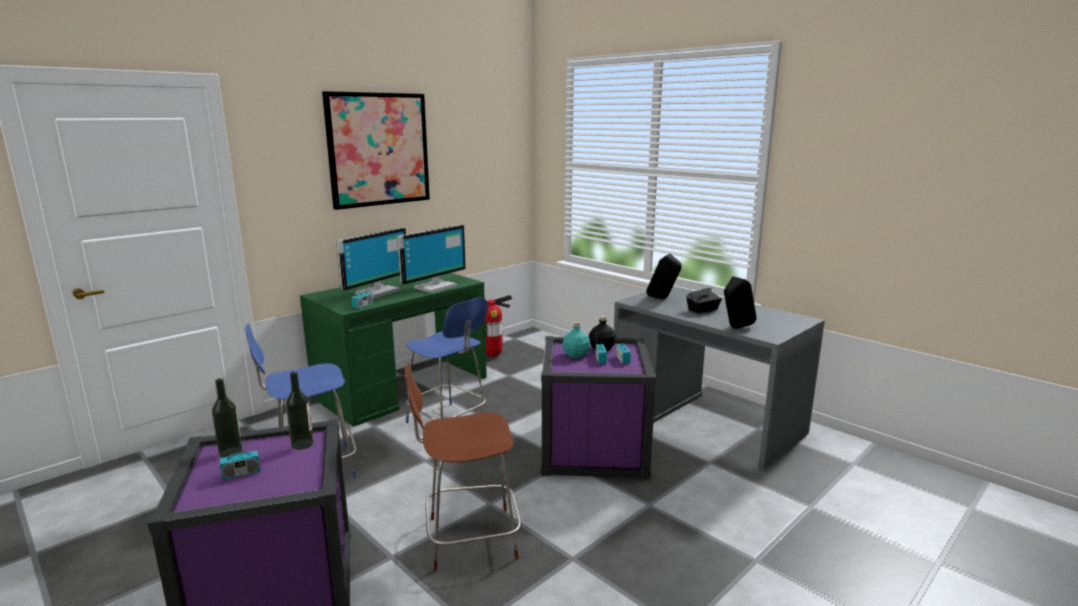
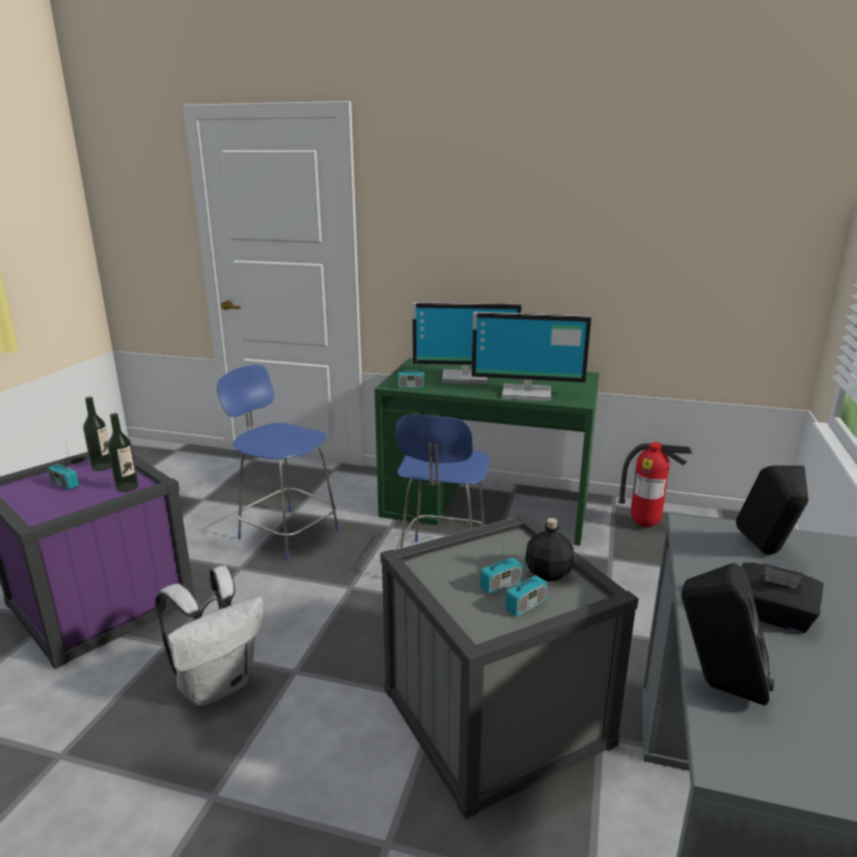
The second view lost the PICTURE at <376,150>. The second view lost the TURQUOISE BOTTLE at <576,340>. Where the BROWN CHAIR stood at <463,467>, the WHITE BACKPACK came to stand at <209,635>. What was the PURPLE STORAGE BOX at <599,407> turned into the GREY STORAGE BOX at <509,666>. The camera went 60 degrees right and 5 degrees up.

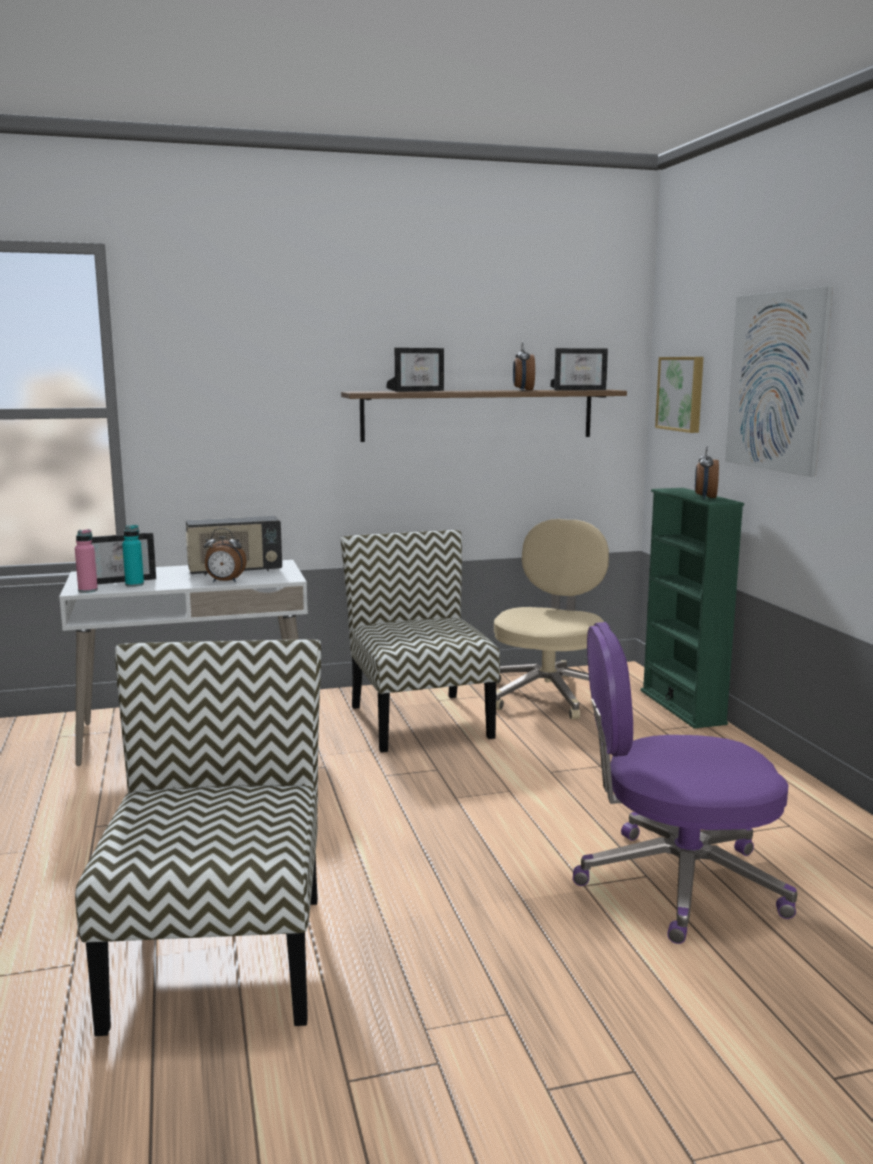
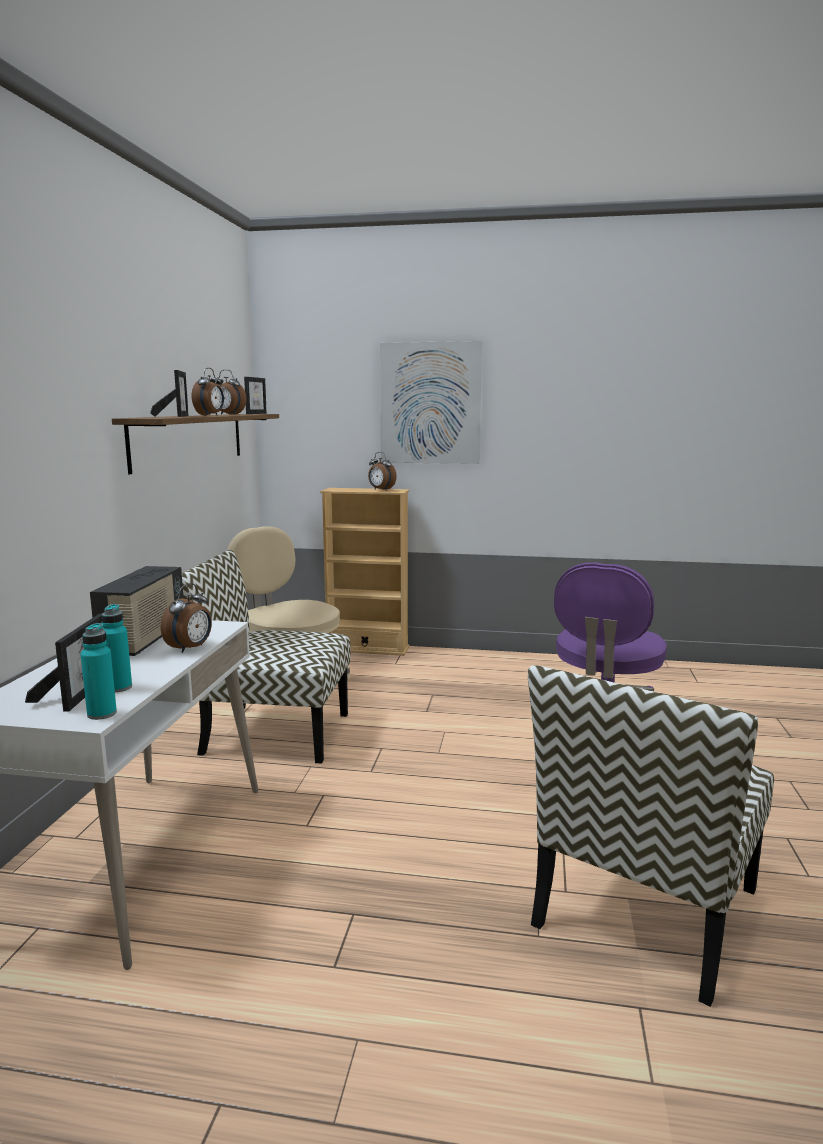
The second view lost the PICTURE at <679,395>. The second view gained the ALARM CLOCK at <208,392>. What was the PINK BOTTLE at <86,561> turned into the TURQUOISE BOTTLE at <98,671>. What was the GREEN BOOKCASE at <692,608> turned into the BEIGE BOOKCASE at <364,572>. The CHAIR at <198,837> ended up facing another way, 75 degrees counterclockwise from before. The camera went 65 degrees left and 0 degrees up.

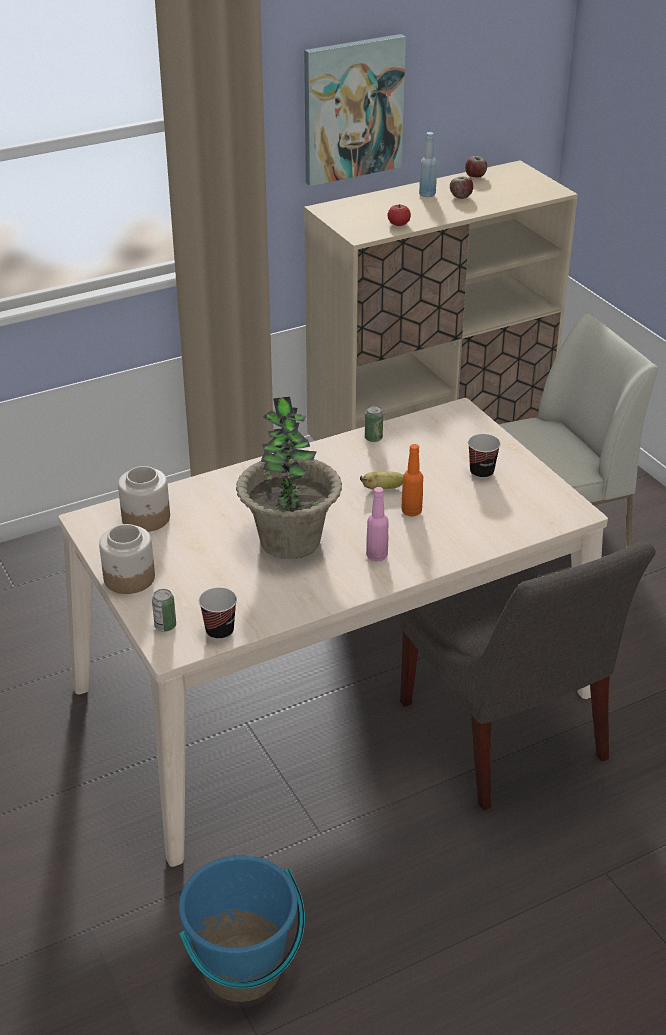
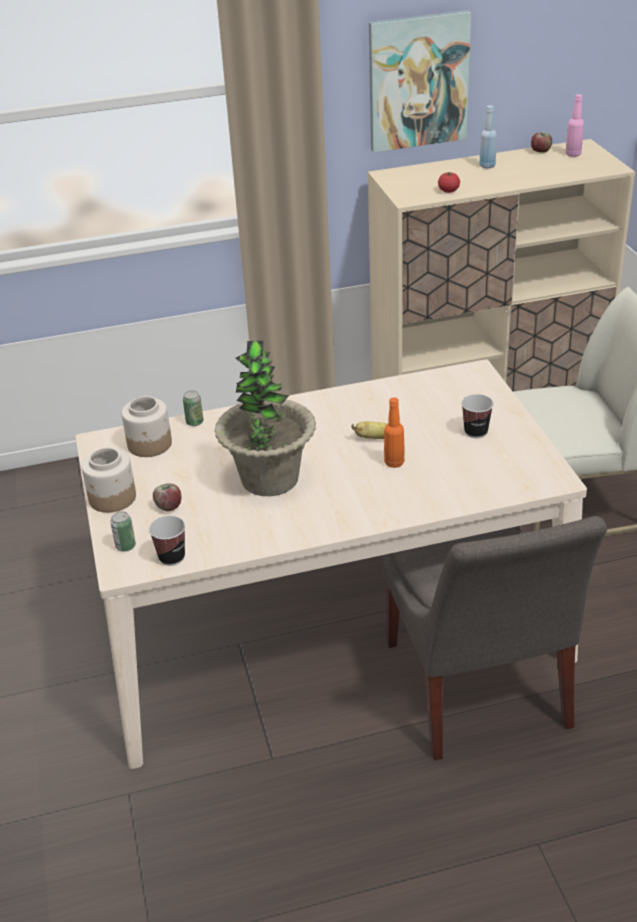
The second view lost the BLUE BUCKET at <242,928>. The CAN ended up elsewhere, having gone from <374,424> to <193,408>. The PINK BOTTLE ended up elsewhere, having gone from <377,524> to <574,125>. The APPLE ended up elsewhere, having gone from <461,188> to <167,497>. The camera went 15 degrees right and 0 degrees up.

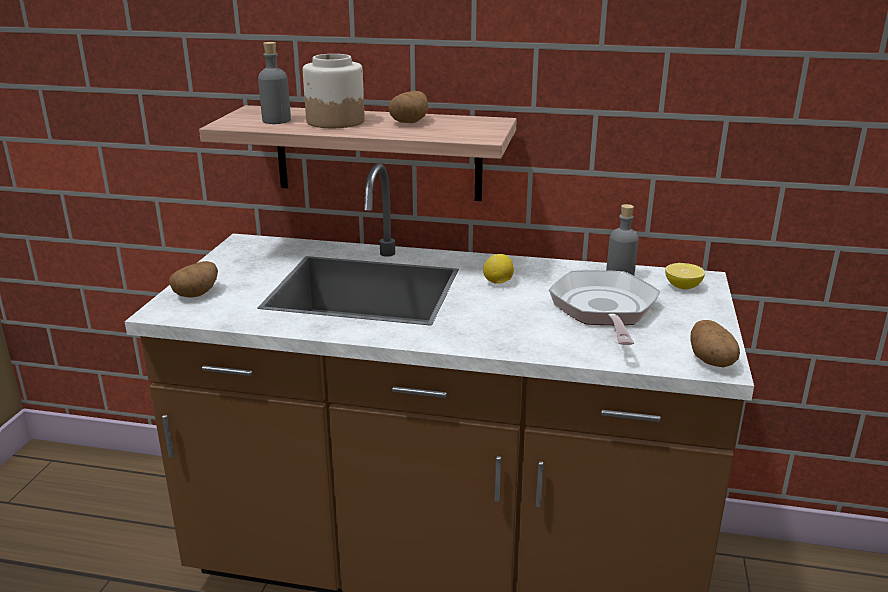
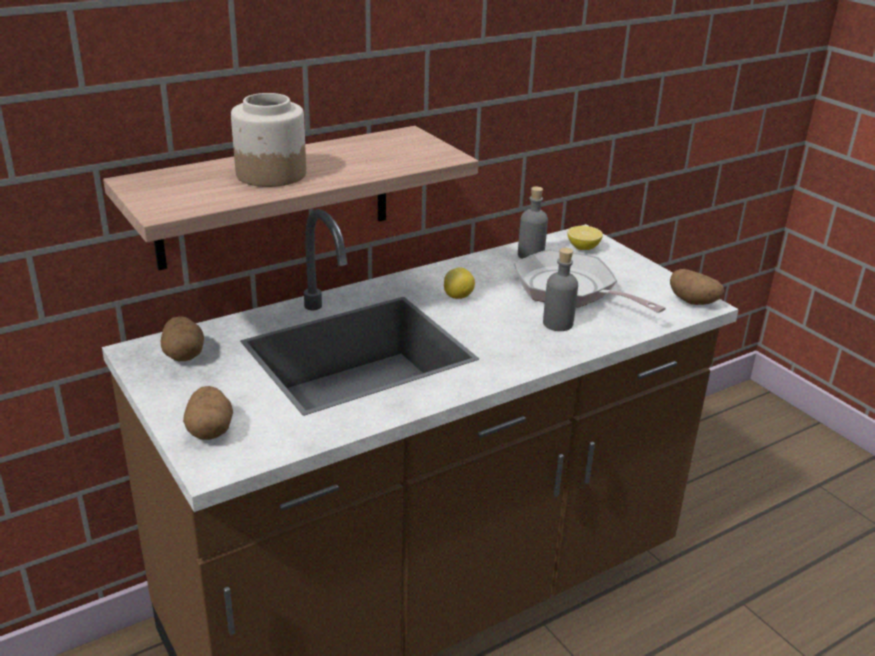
The GREY BOTTLE ended up elsewhere, having gone from <274,83> to <560,289>. The POTATO ended up elsewhere, having gone from <408,107> to <182,338>. The camera went 45 degrees left and 5 degrees up.

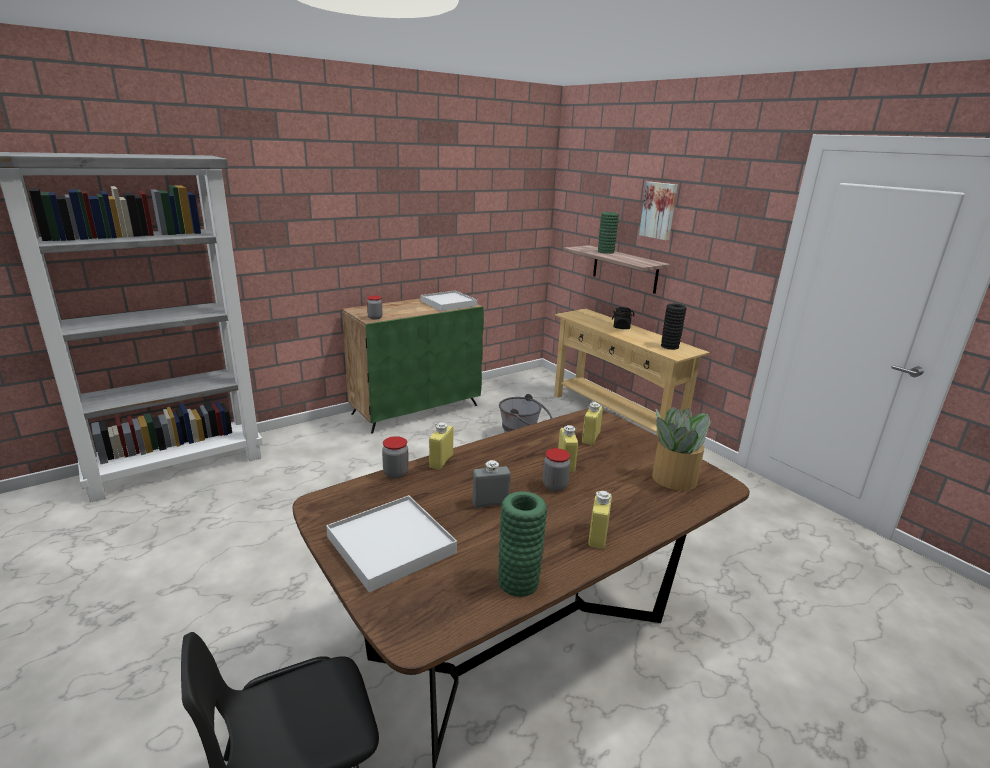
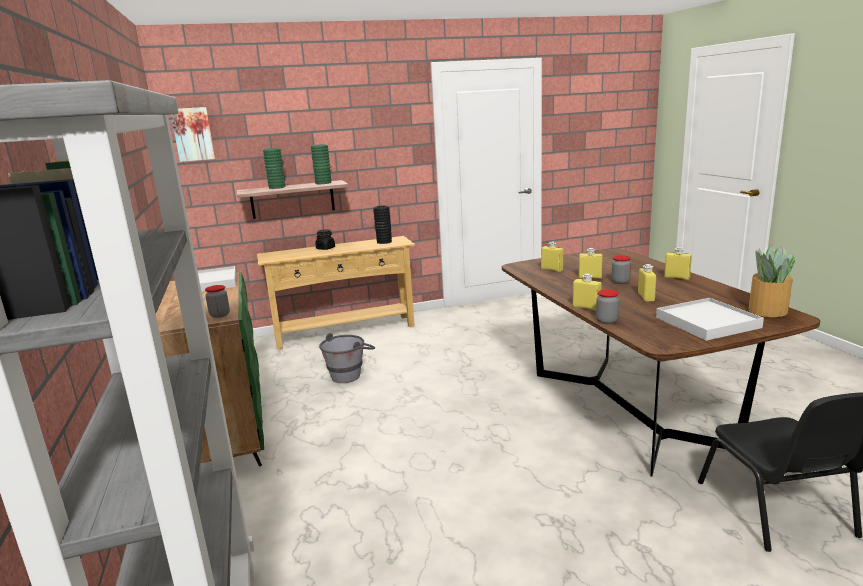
The GREEN VASE ended up elsewhere, having gone from <522,544> to <321,164>. The PICTURE ended up elsewhere, having gone from <658,211> to <193,134>. The POTTED PLANT ended up elsewhere, having gone from <682,448> to <772,281>. What was the GREY BOTTLE at <491,484> turned into the YELLOW BOTTLE at <647,282>. The camera went 70 degrees left and 5 degrees down.

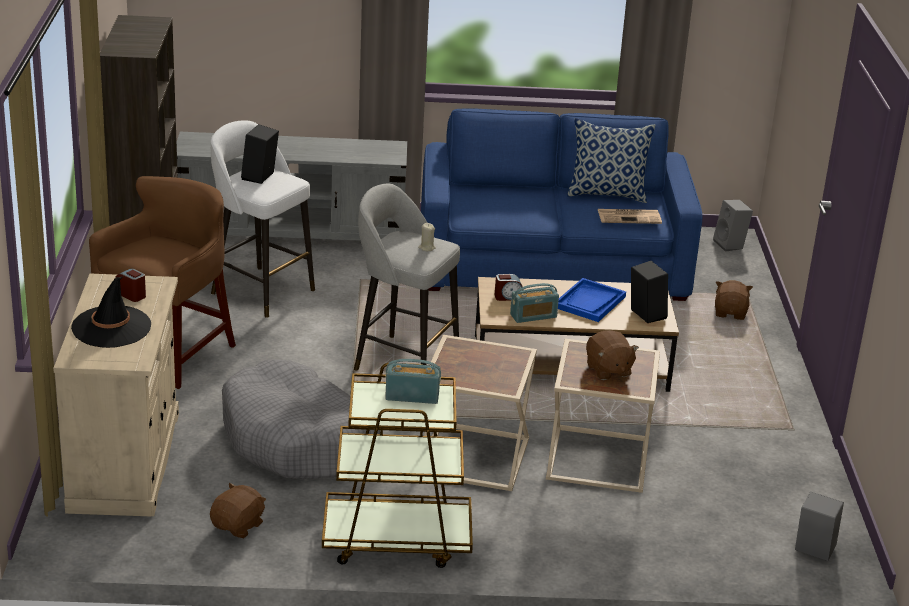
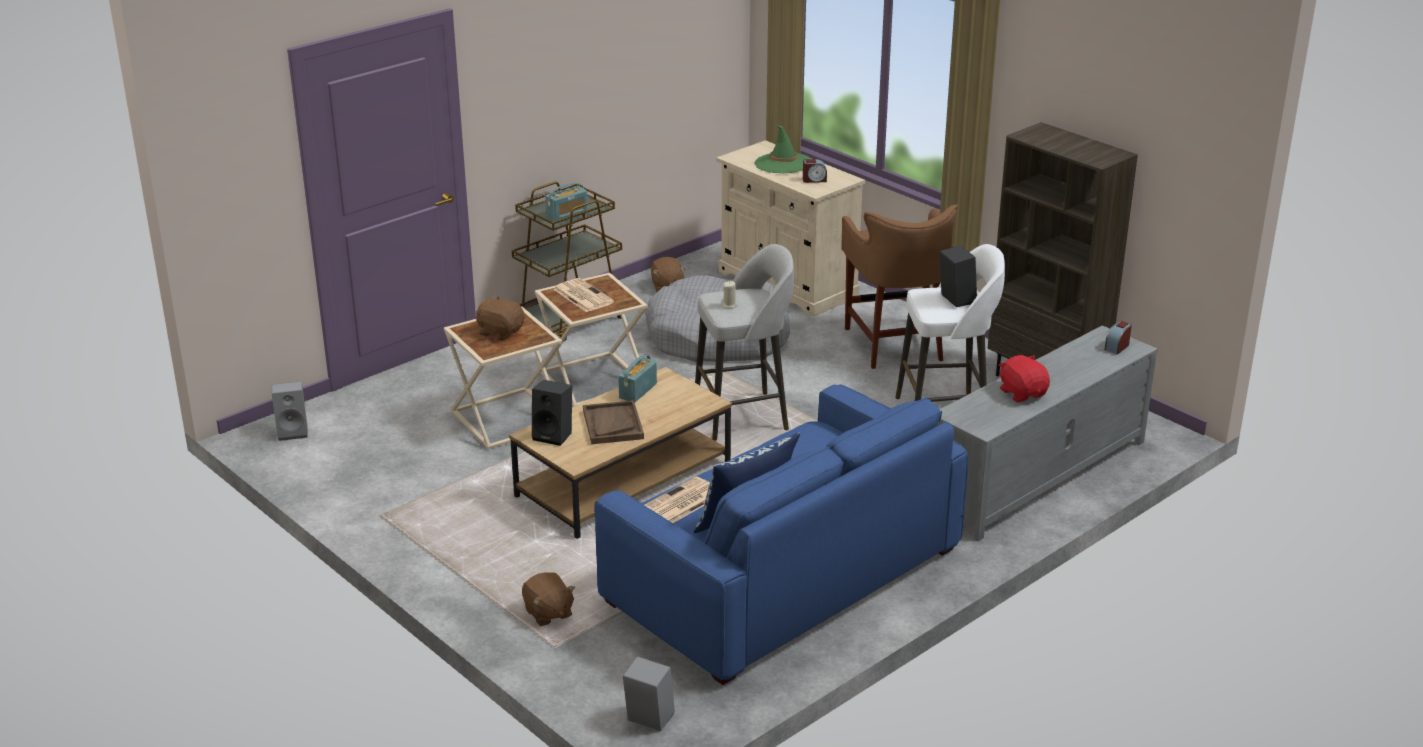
The second view gained the NEWSPAPER at <583,295>. The second view gained the RED PLUSH TOY at <1024,378>. The ALARM CLOCK ended up elsewhere, having gone from <508,287> to <1118,338>. What was the BLACK HAT at <111,312> turned into the GREEN HAT at <782,149>. What was the BLUE TRAY at <592,300> turned into the BROWN TRAY at <613,422>. The camera went 140 degrees right and 0 degrees up.

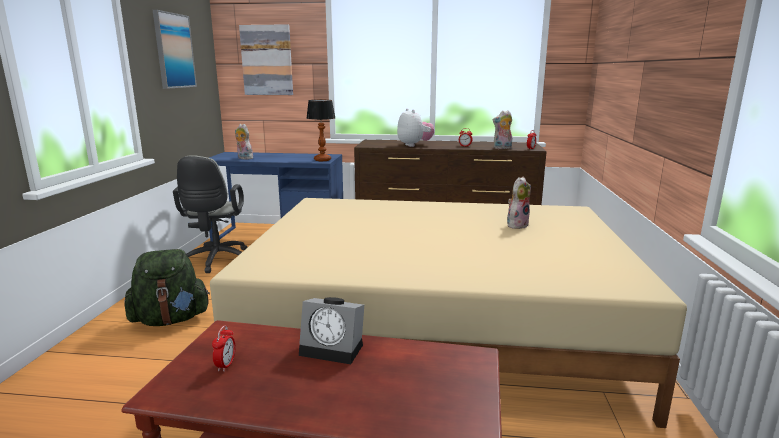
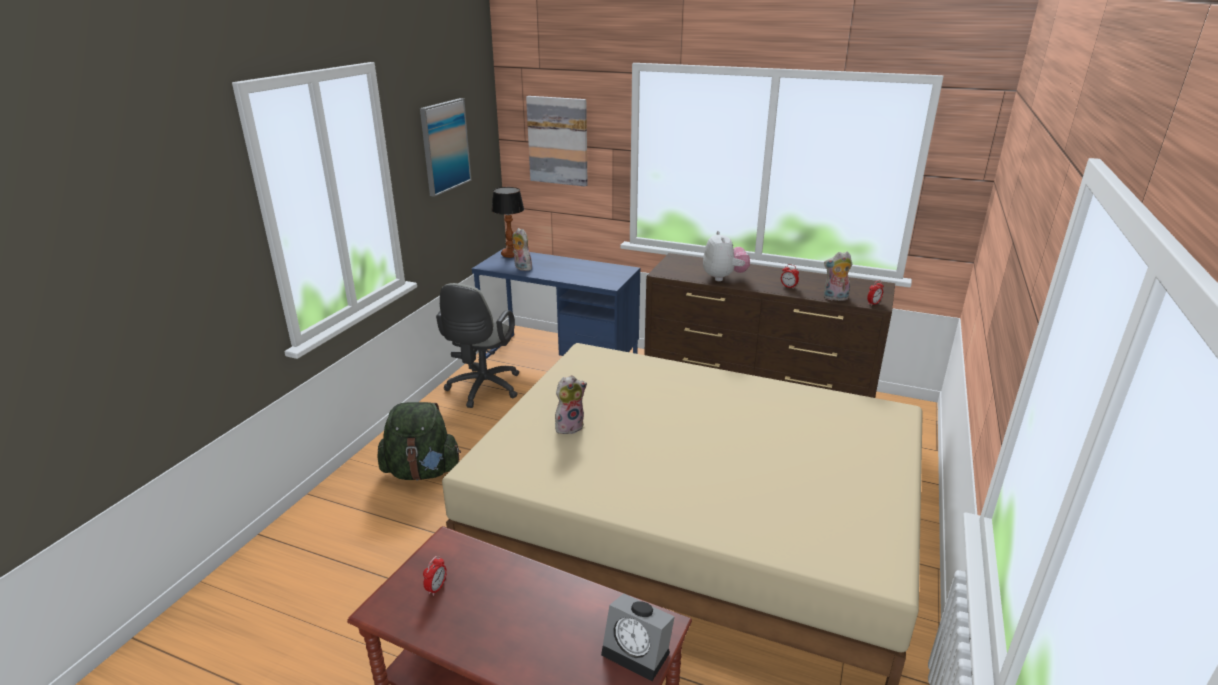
The ALARM CLOCK ended up elsewhere, having gone from <331,330> to <638,637>. The TABLE LAMP ended up elsewhere, having gone from <320,130> to <507,222>. The PLUSH TOY ended up elsewhere, having gone from <519,203> to <571,404>. The camera went 15 degrees right and 10 degrees up.

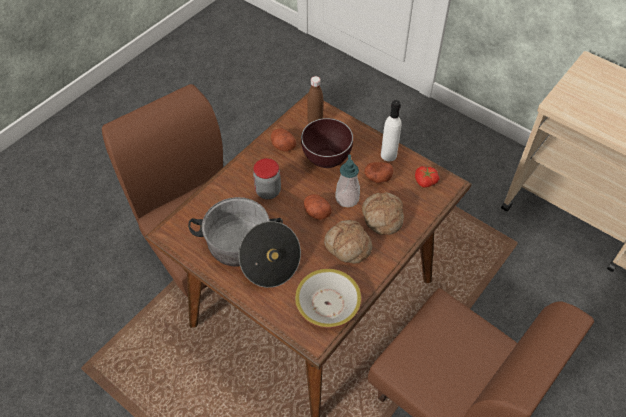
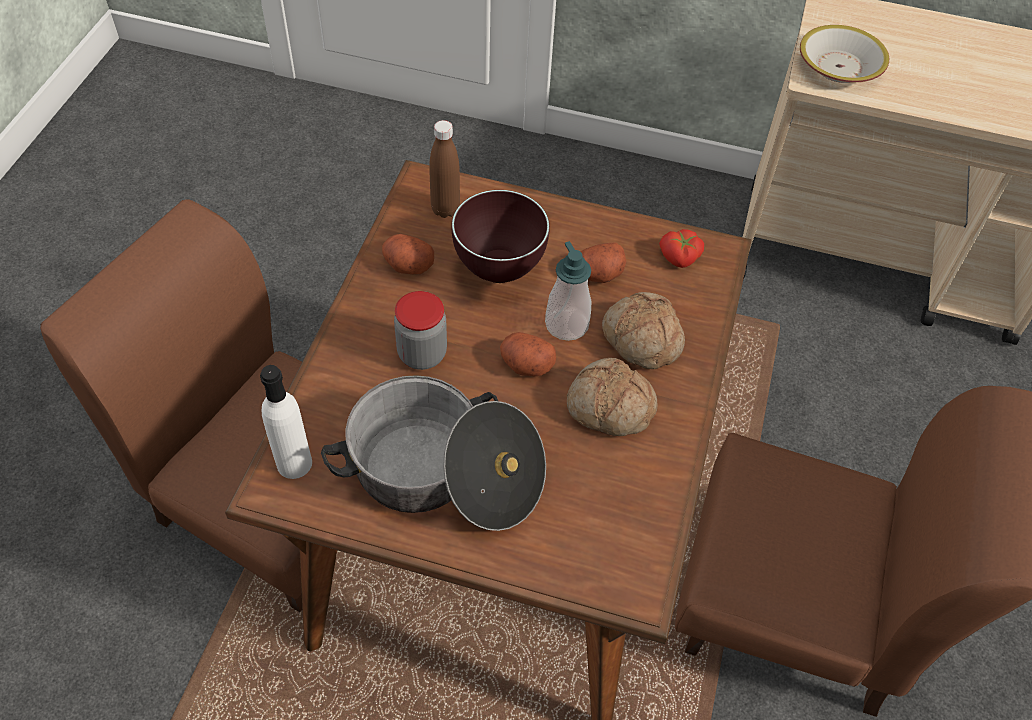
The BOWL ended up elsewhere, having gone from <328,298> to <844,54>. The WHITE BOTTLE ended up elsewhere, having gone from <391,130> to <286,422>. The camera went 25 degrees left and 0 degrees up.

